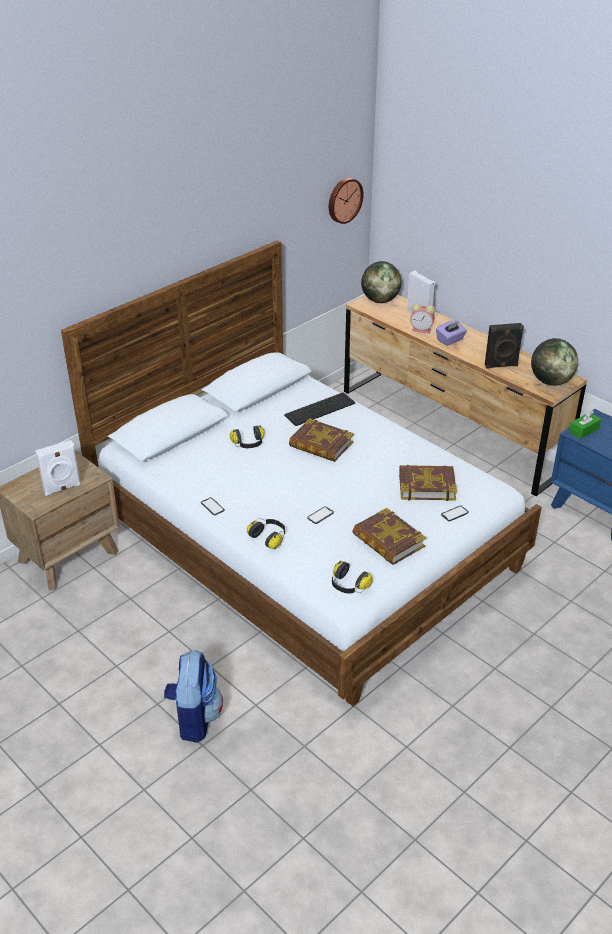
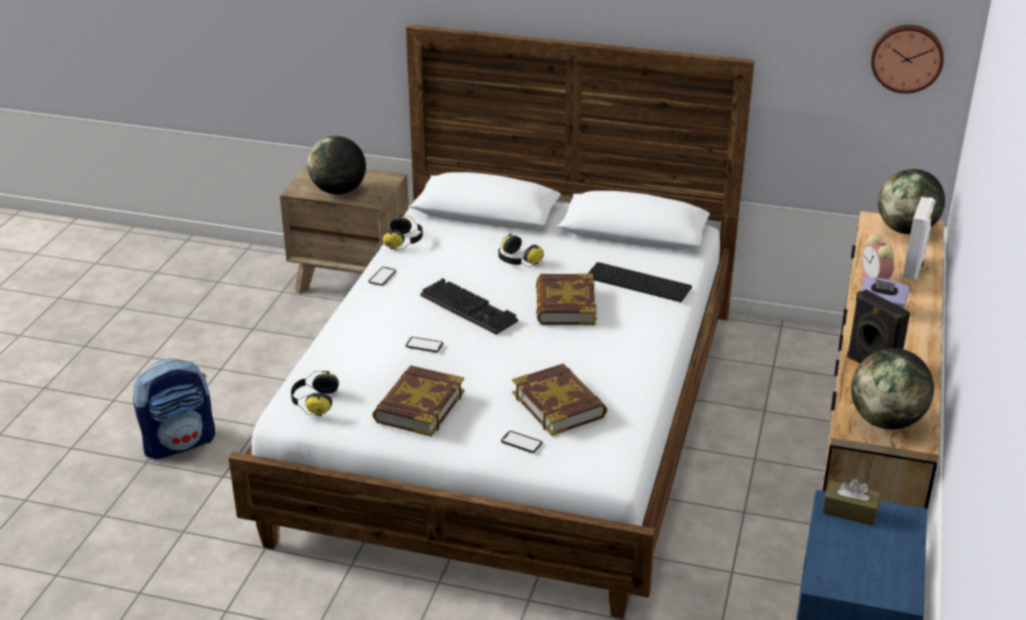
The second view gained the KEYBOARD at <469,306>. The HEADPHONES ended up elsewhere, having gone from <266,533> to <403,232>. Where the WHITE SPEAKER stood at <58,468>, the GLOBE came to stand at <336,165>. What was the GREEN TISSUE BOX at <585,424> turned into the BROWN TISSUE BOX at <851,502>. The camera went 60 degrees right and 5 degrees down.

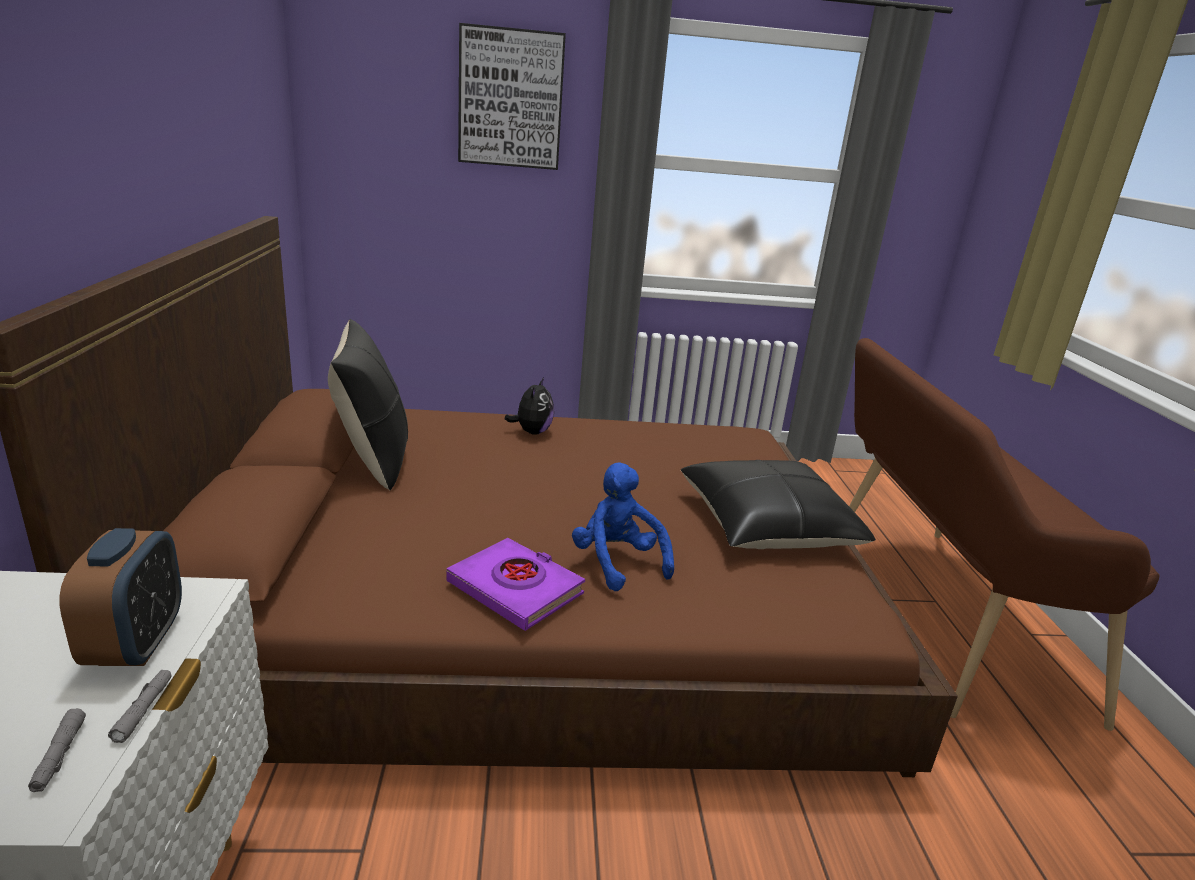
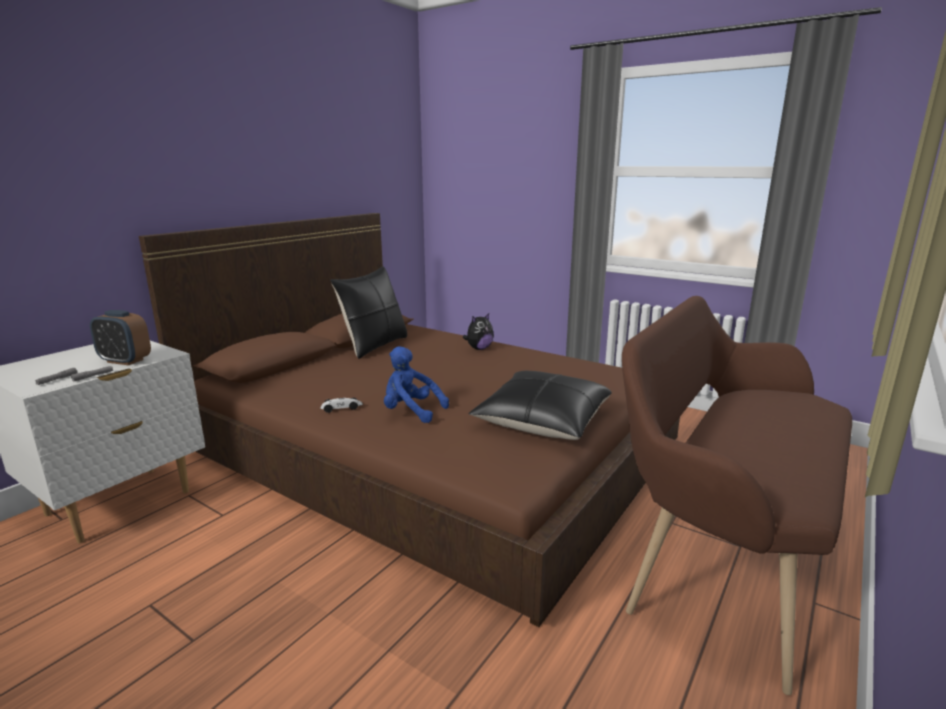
The second view lost the PICTURE at <512,96>. Where the PURPLE BOOK stood at <516,584>, the TOY CAR came to stand at <341,405>. The ALARM CLOCK at <120,597> ended up facing another way, 75 degrees clockwise from before. The BLUE PLUSH TOY at <623,526> ended up facing another way, 75 degrees counterclockwise from before. The camera went 40 degrees right and 5 degrees down.

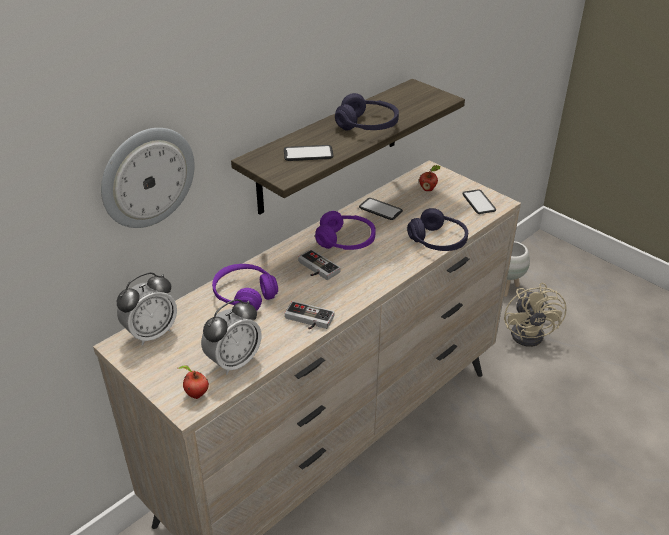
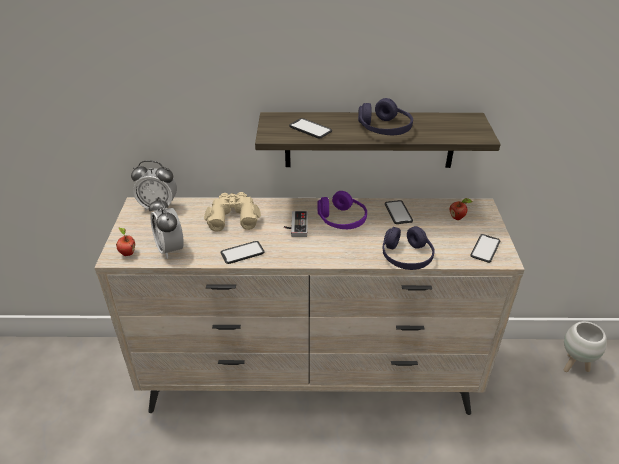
The second view lost the WALL CLOCK at <148,178>. The second view lost the BEIGE FAN at <535,315>. Where the PURPLE HEADPHONES stood at <245,287>, the BEIGE BINOCULARS came to stand at <232,212>. Where the GAME CONTROLLER stood at <310,315>, the PHONE came to stand at <242,252>. The ALARM CLOCK at <231,337> ended up facing another way, 60 degrees clockwise from before. The camera went 45 degrees right and 0 degrees up.

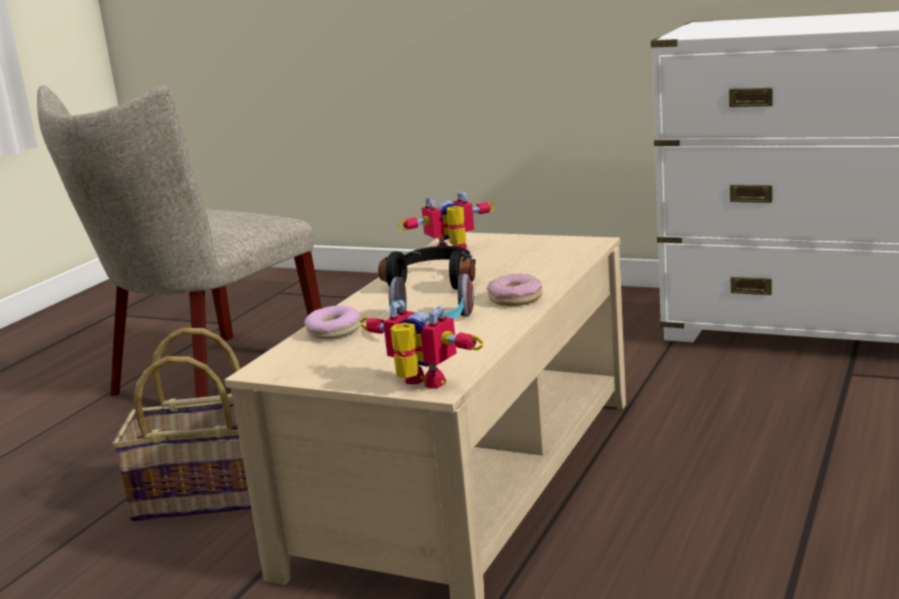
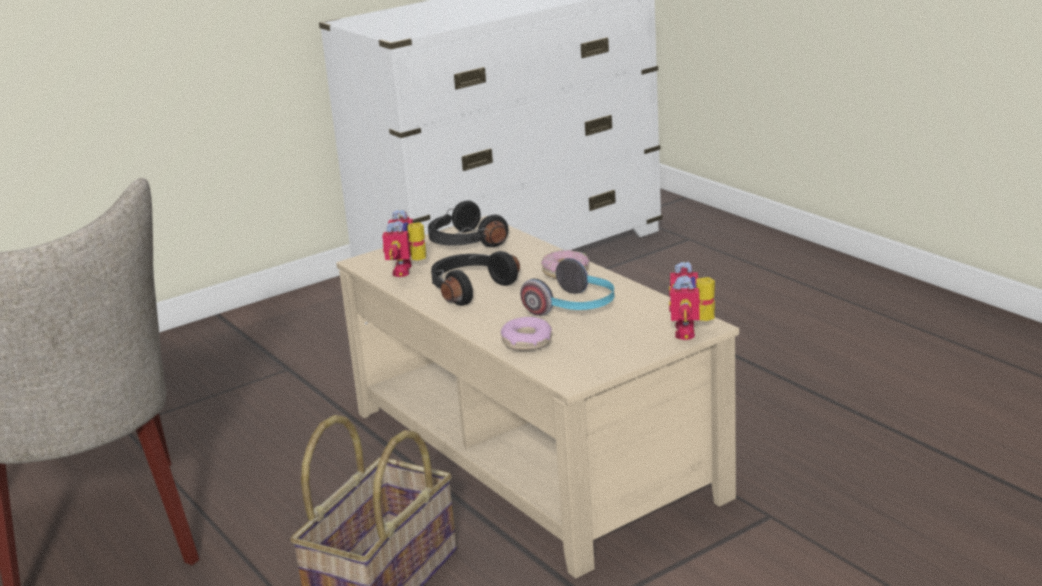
The second view gained the BLACK HEADPHONES at <468,223>. The TOY ROBOT at <422,344> ended up facing another way, 60 degrees counterclockwise from before. The camera went 60 degrees left and 5 degrees up.

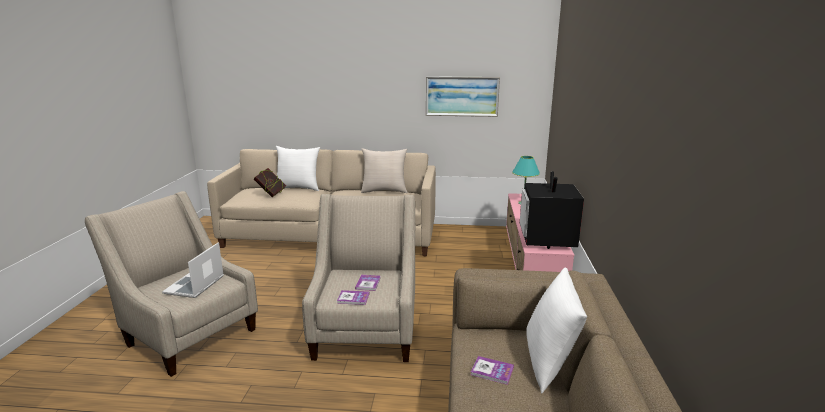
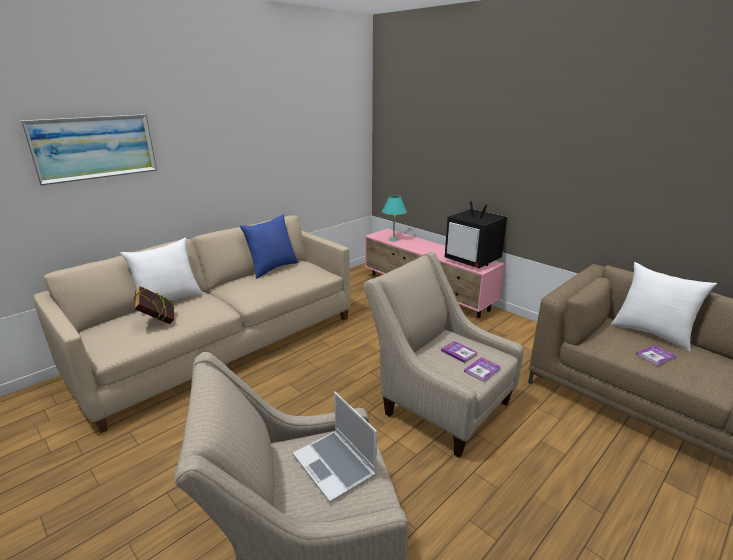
The PICTURE ended up elsewhere, having gone from <463,96> to <88,150>. What was the BEIGE PILLOW at <384,170> turned into the BLUE PILLOW at <269,246>. The camera went 50 degrees left and 5 degrees up.

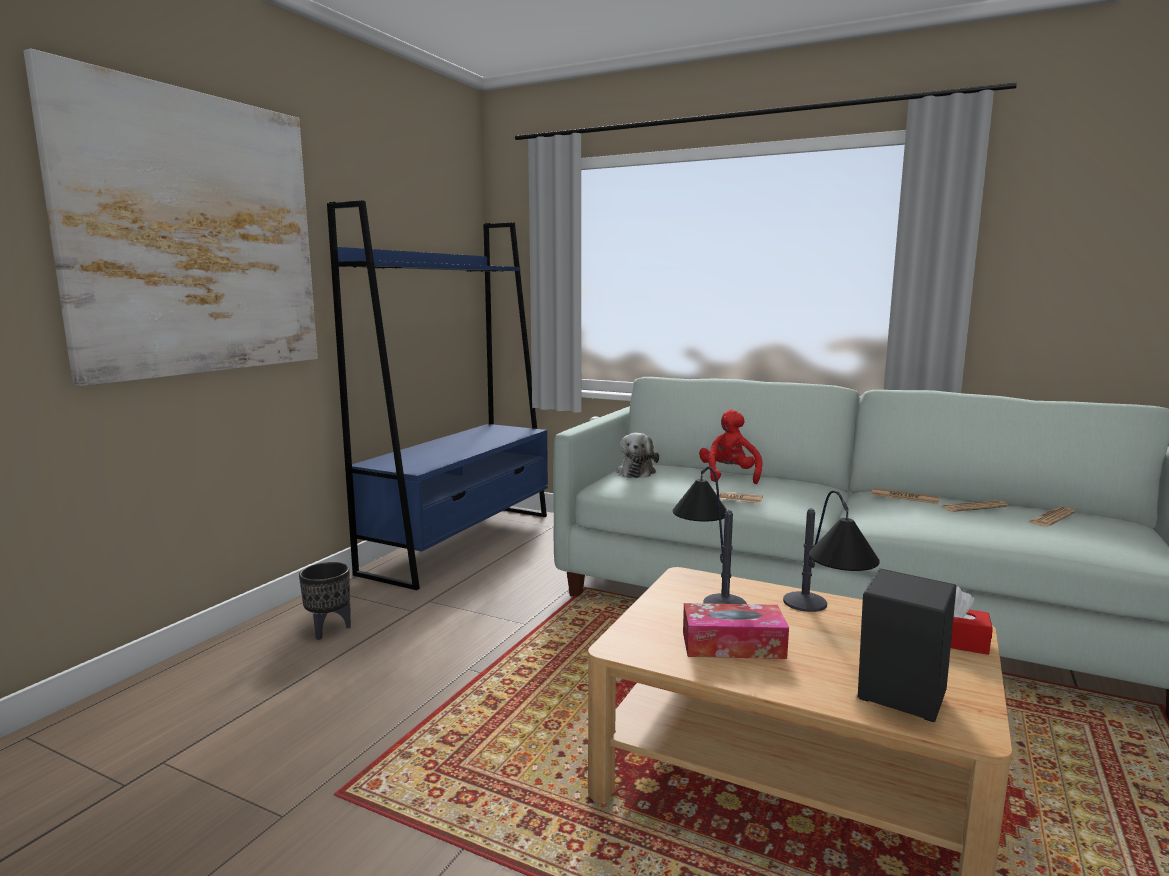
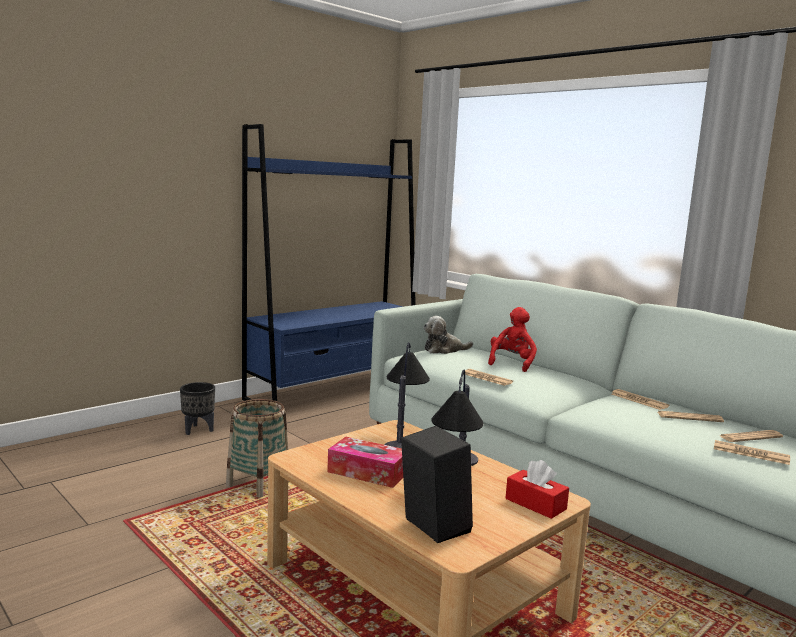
The second view lost the PICTURE at <170,217>. The second view gained the BASKET at <257,448>. The second view gained the NEWSPAPER at <752,452>. The PLUSH TOY at <637,455> ended up facing another way, 45 degrees clockwise from before. The camera went 20 degrees right and 0 degrees up.

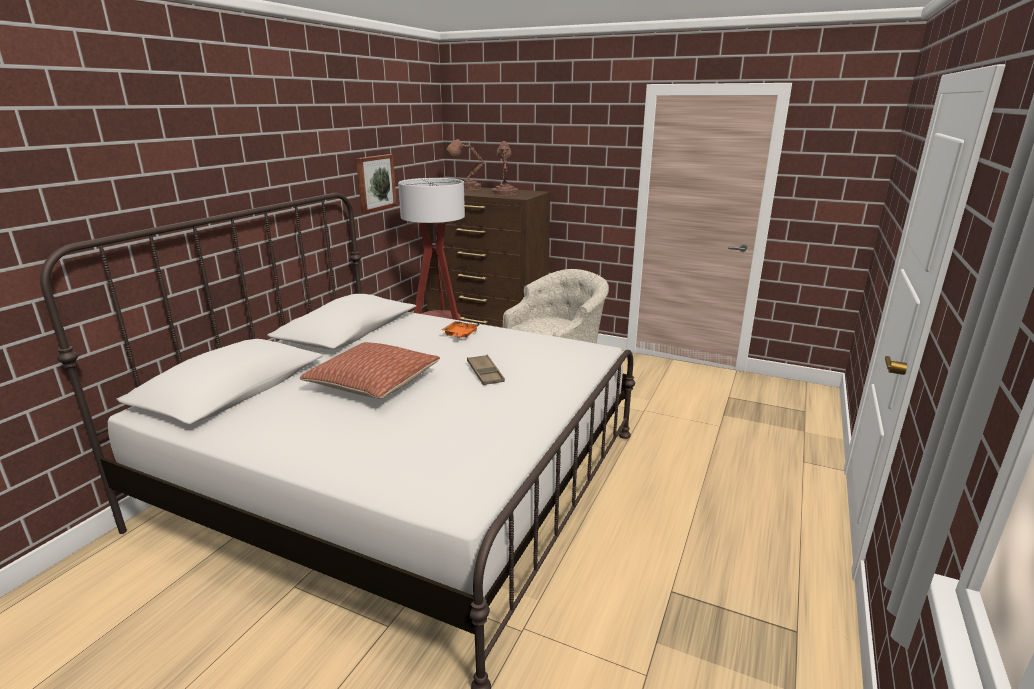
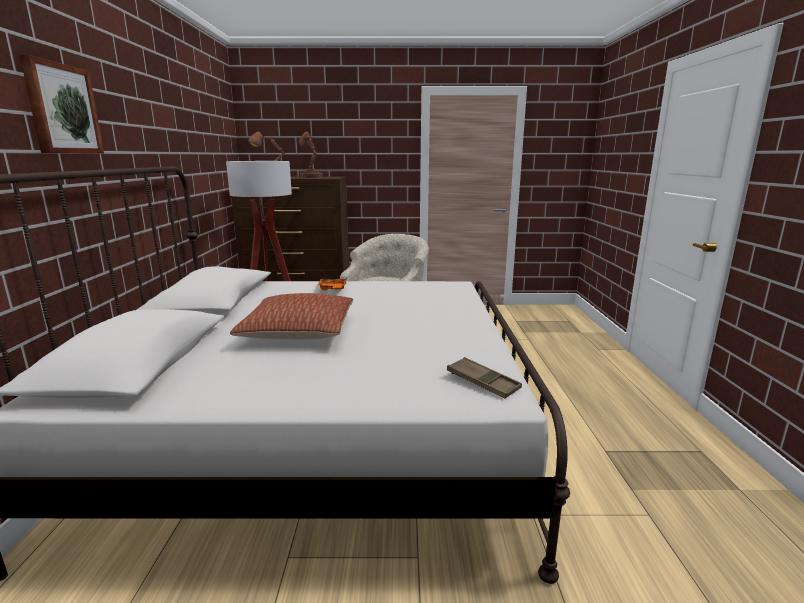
The PICTURE ended up elsewhere, having gone from <376,184> to <62,104>. The BROWN TRAY ended up elsewhere, having gone from <486,370> to <484,377>. The camera went 25 degrees left and 5 degrees down.

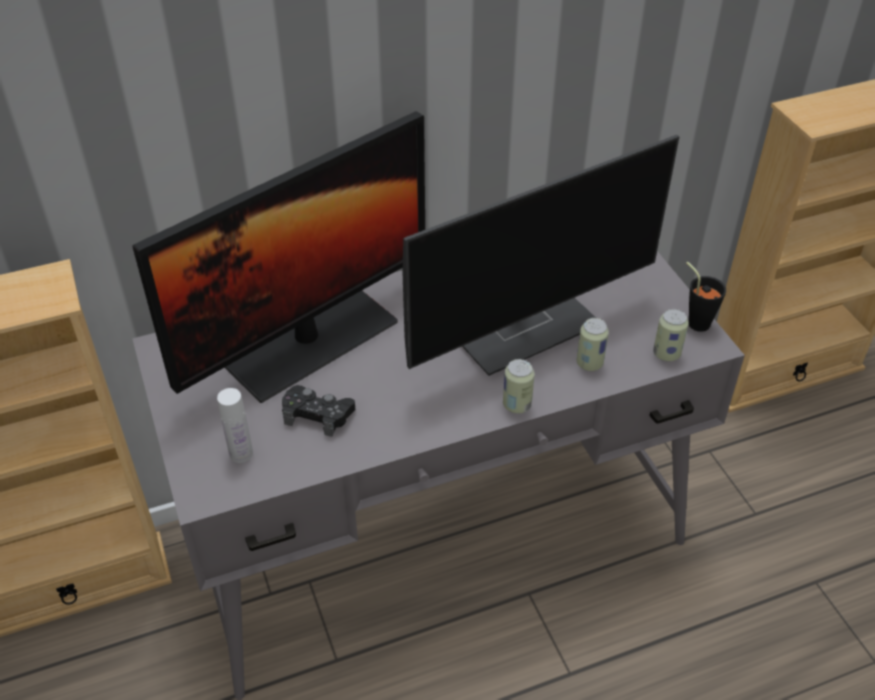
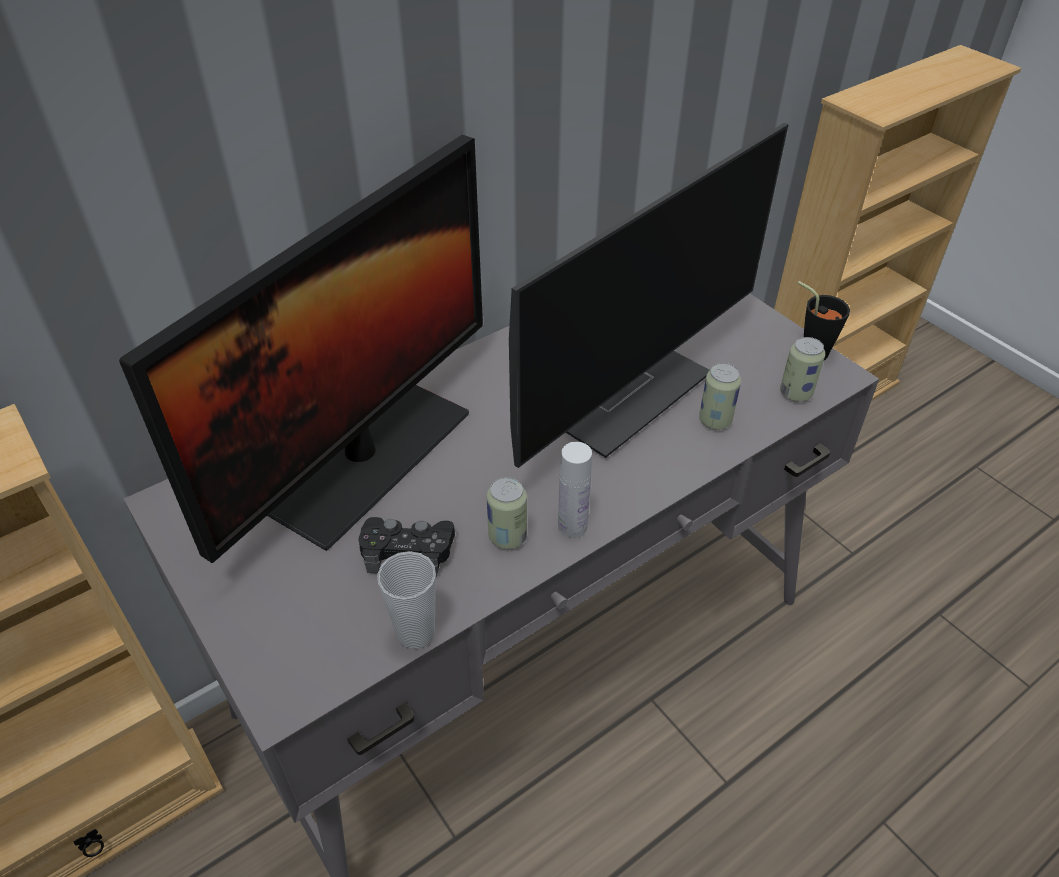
The second view gained the CUP at <406,600>. The WHITE BOTTLE ended up elsewhere, having gone from <235,425> to <575,490>. The CAN ended up elsewhere, having gone from <519,386> to <506,513>. The camera went 15 degrees left and 0 degrees up.

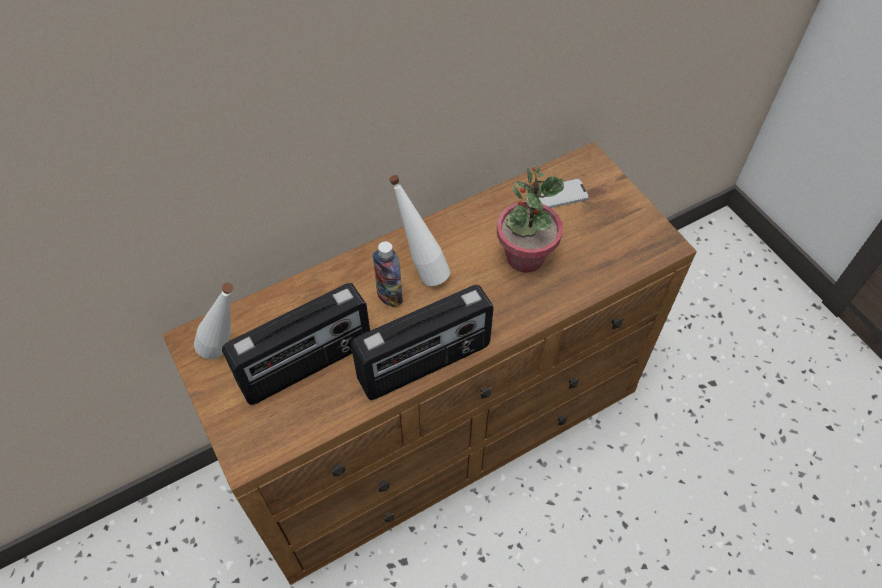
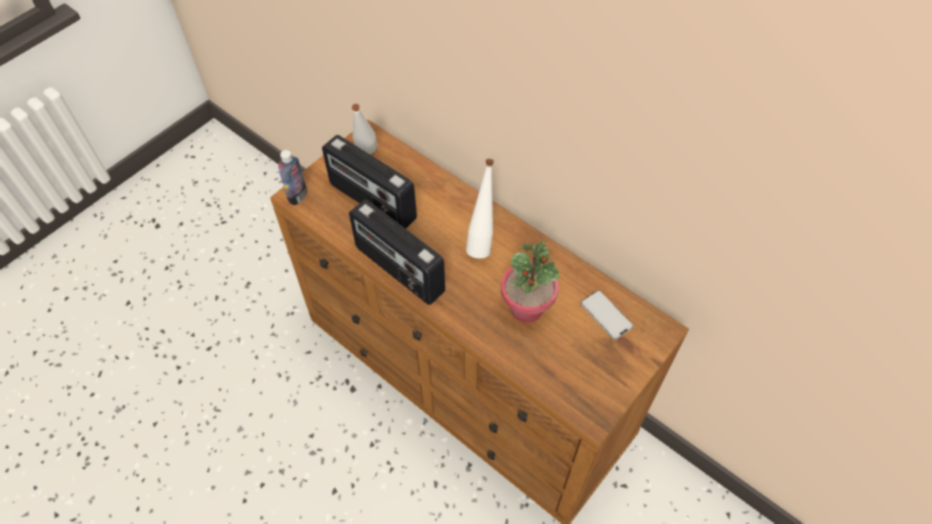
The BOTTLE ended up elsewhere, having gone from <388,274> to <293,177>. The camera went 70 degrees right and 0 degrees up.

